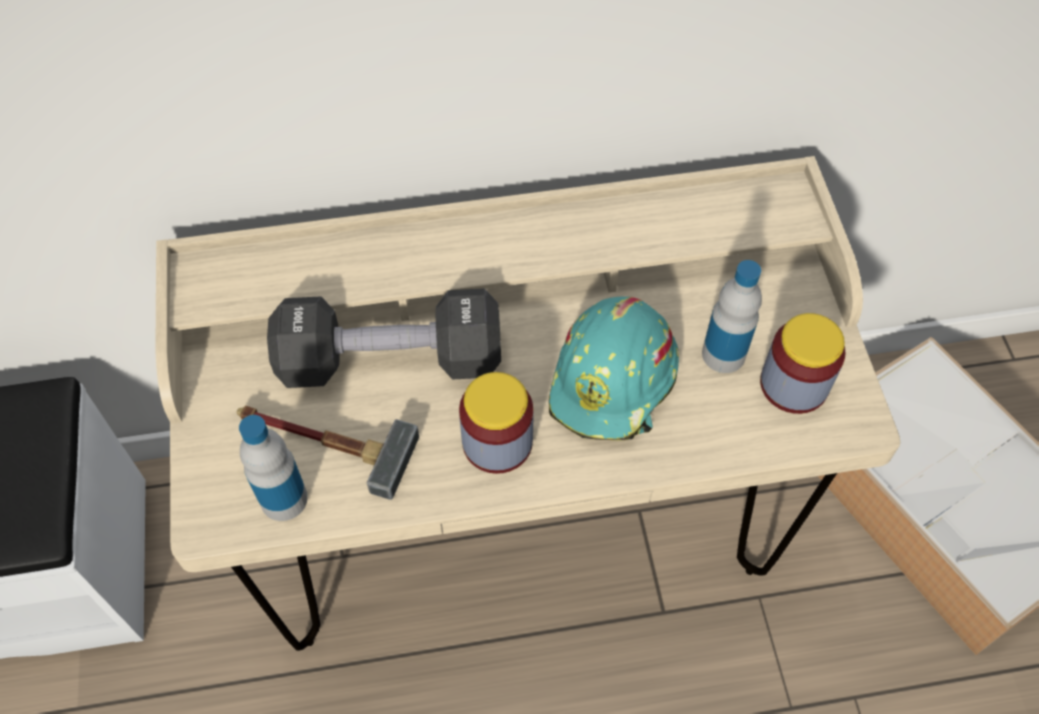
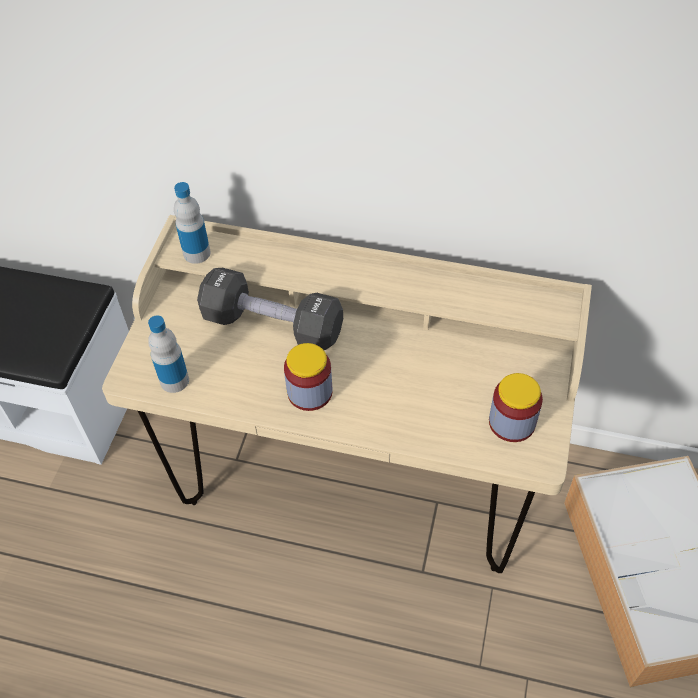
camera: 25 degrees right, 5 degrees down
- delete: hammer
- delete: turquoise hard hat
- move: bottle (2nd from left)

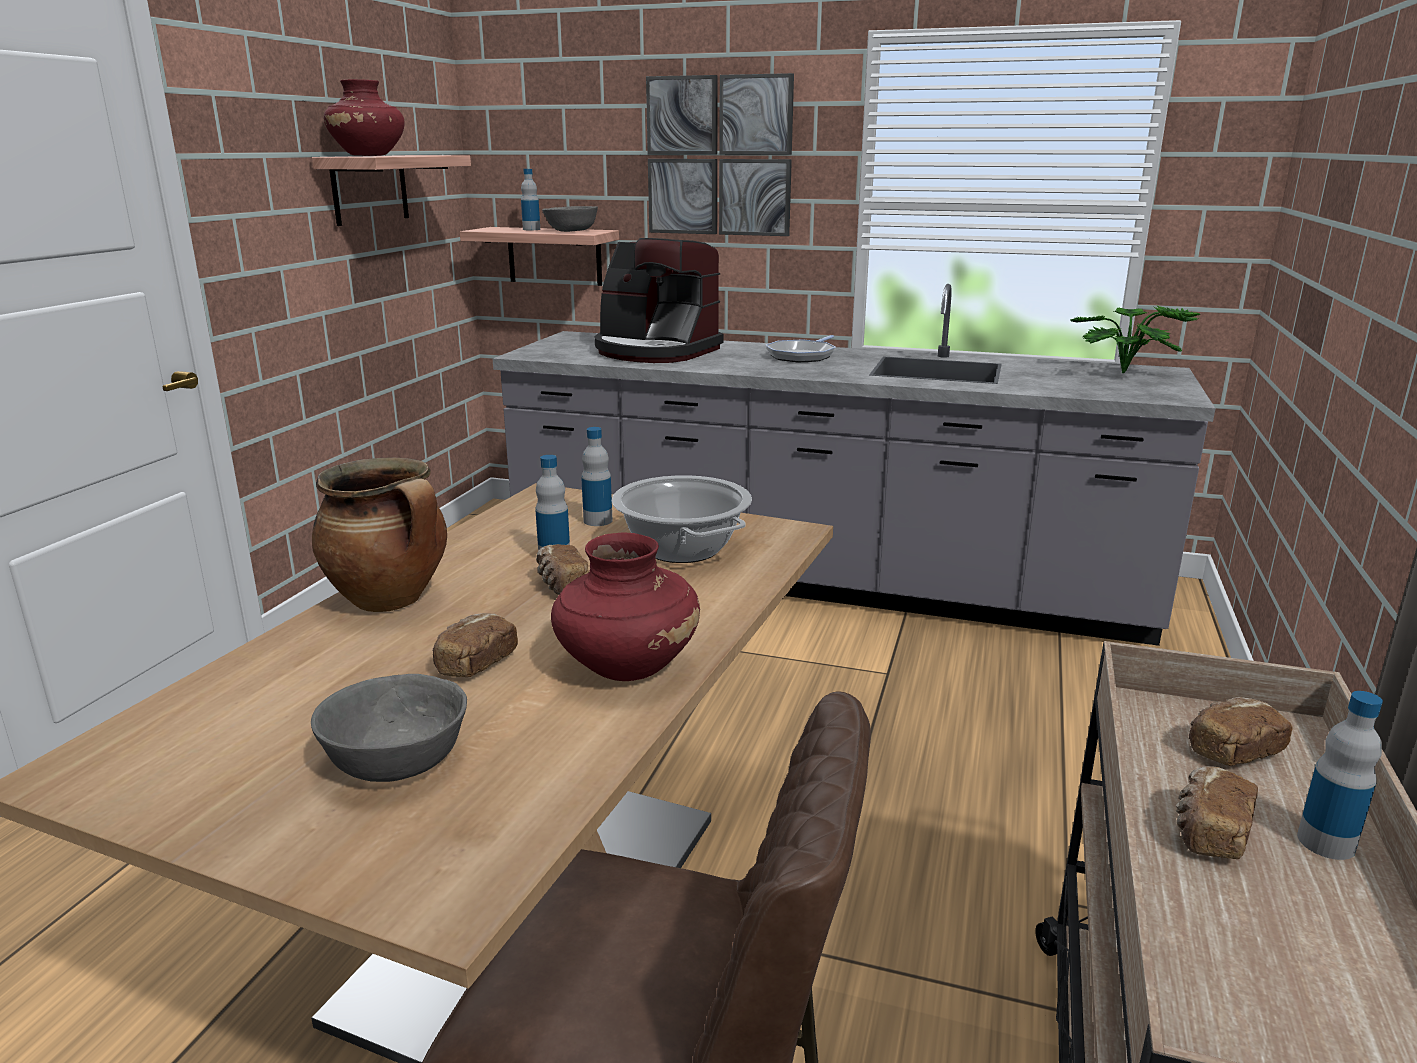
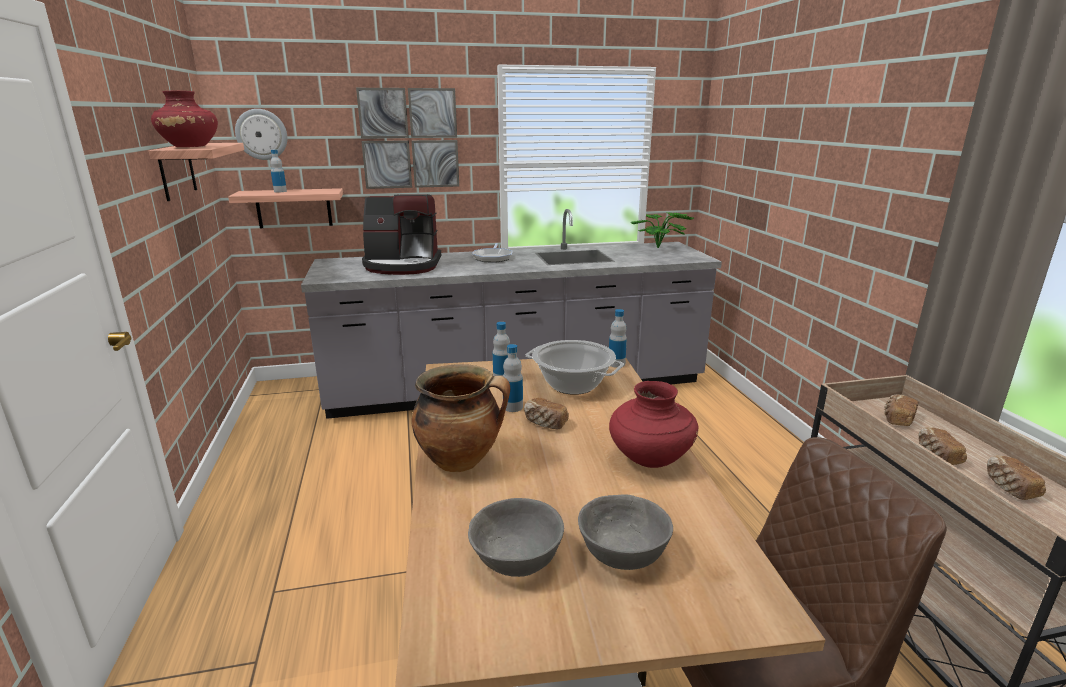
camera: 30 degrees left, 0 degrees up
- move: bread (1st from left in the first image) to bread (4th from left)
- move: grey bowl (2nd from left in the first image) to grey bowl (1st from left)
- move: bottle (4th from left)
- insert: wall clock

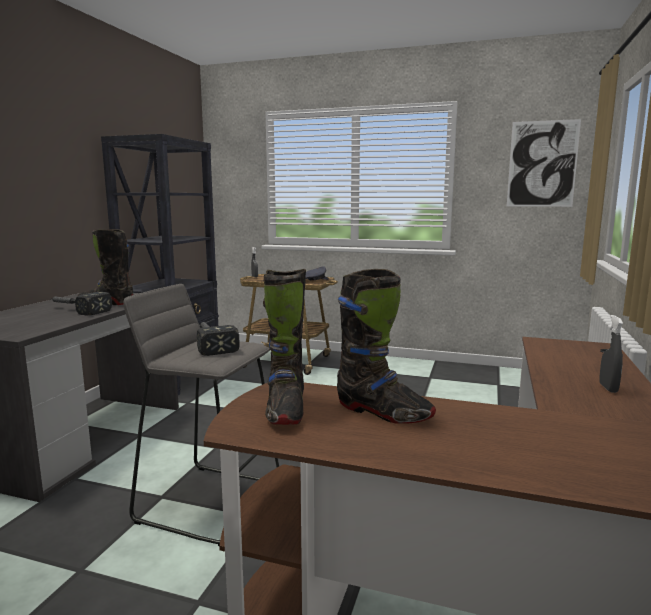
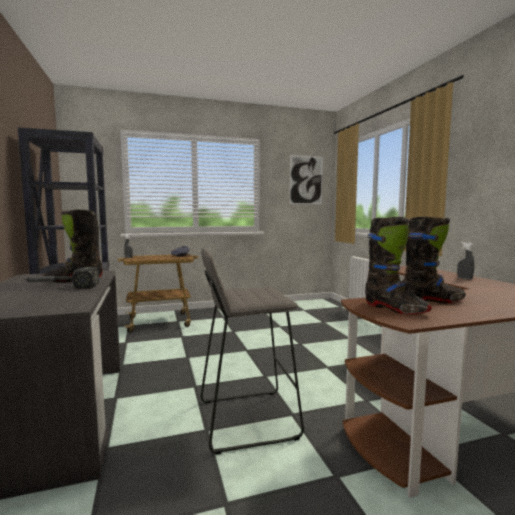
camera: 35 degrees left, 5 degrees down
- delete: hammer (2nd from left)

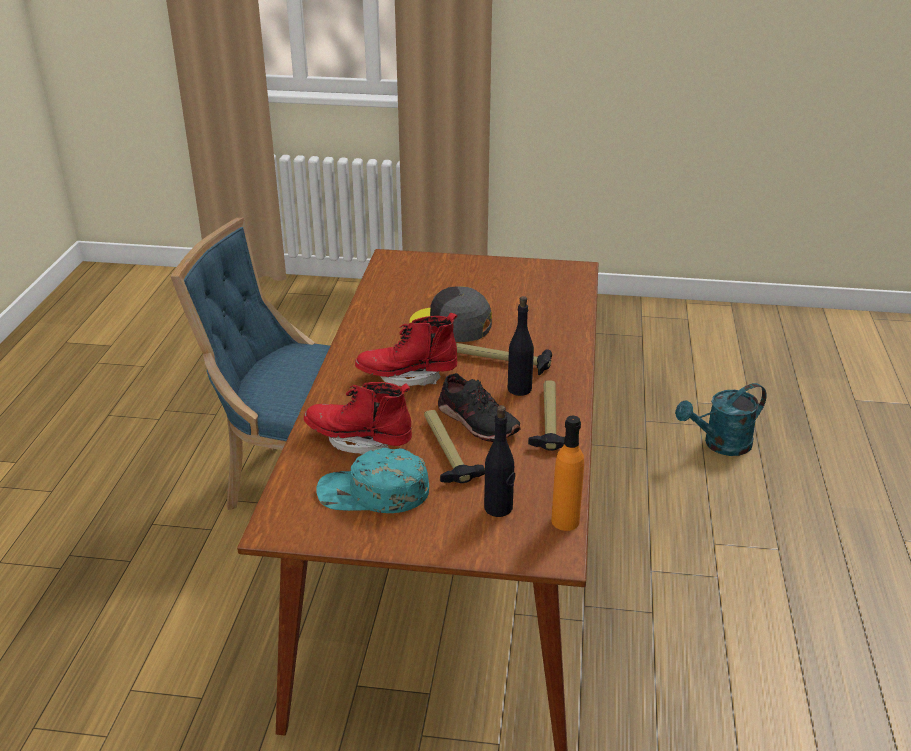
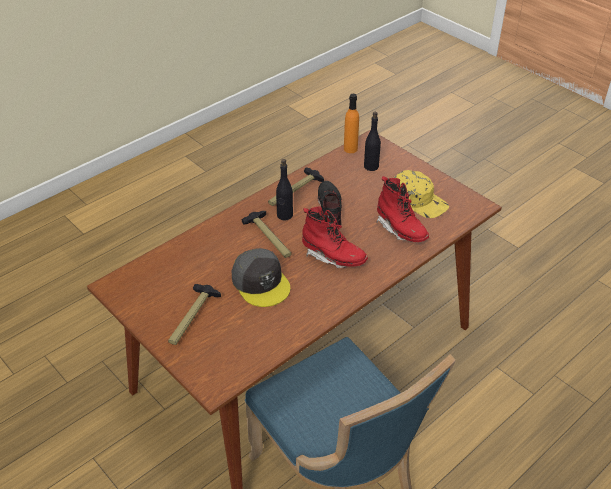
camera: 140 degrees left, 10 degrees up
- recolor: turquoise cap to yellow cap
- move: hammer (1st from left)
- delete: turquoise watering can

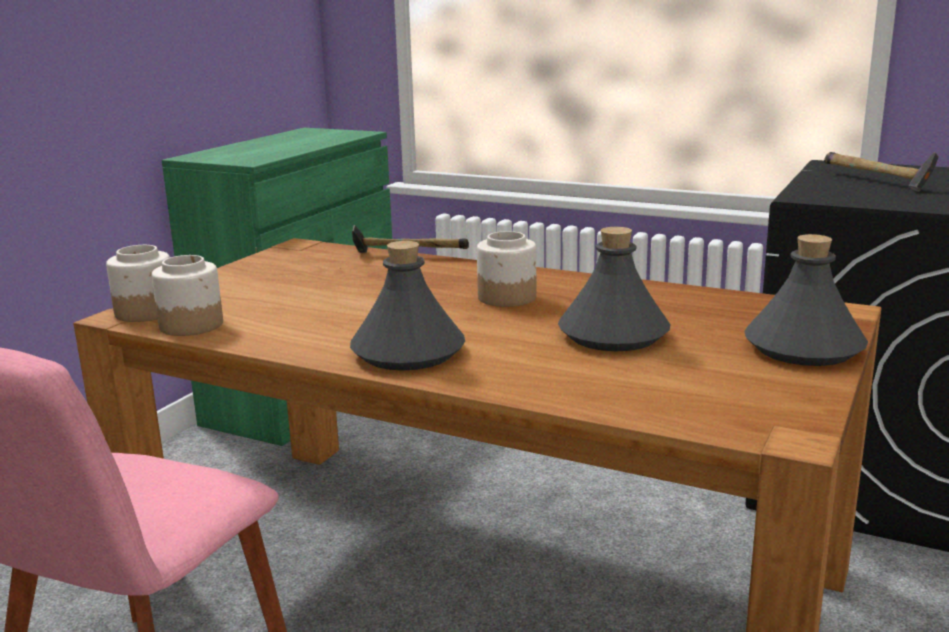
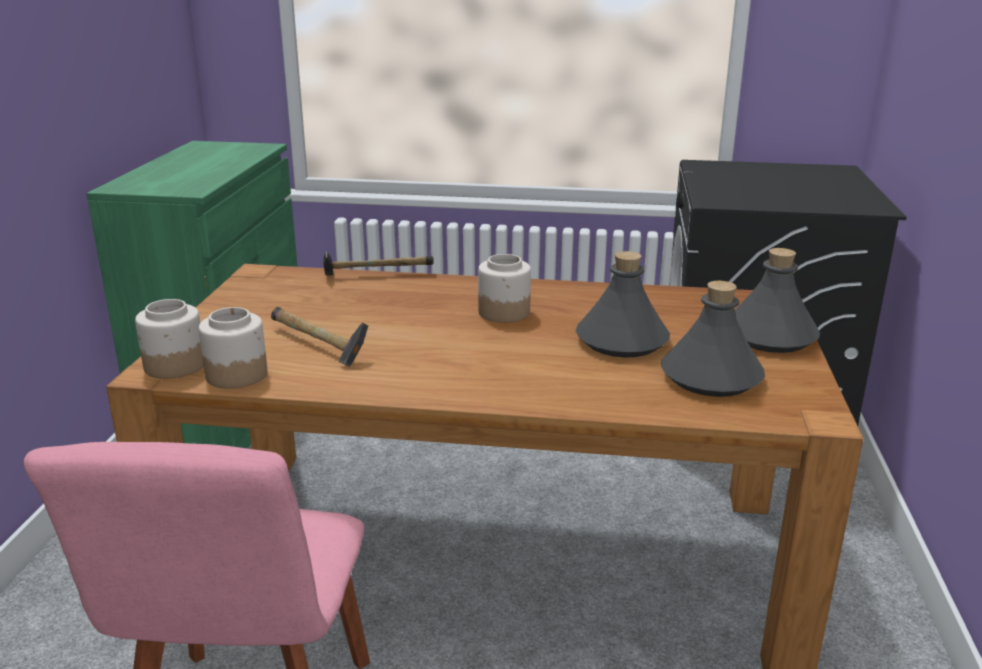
camera: 20 degrees left, 5 degrees up
- move: grey bottle (1st from left in the first image) to grey bottle (2nd from left)
- move: hammer (2nd from left in the first image) to hammer (1st from left)

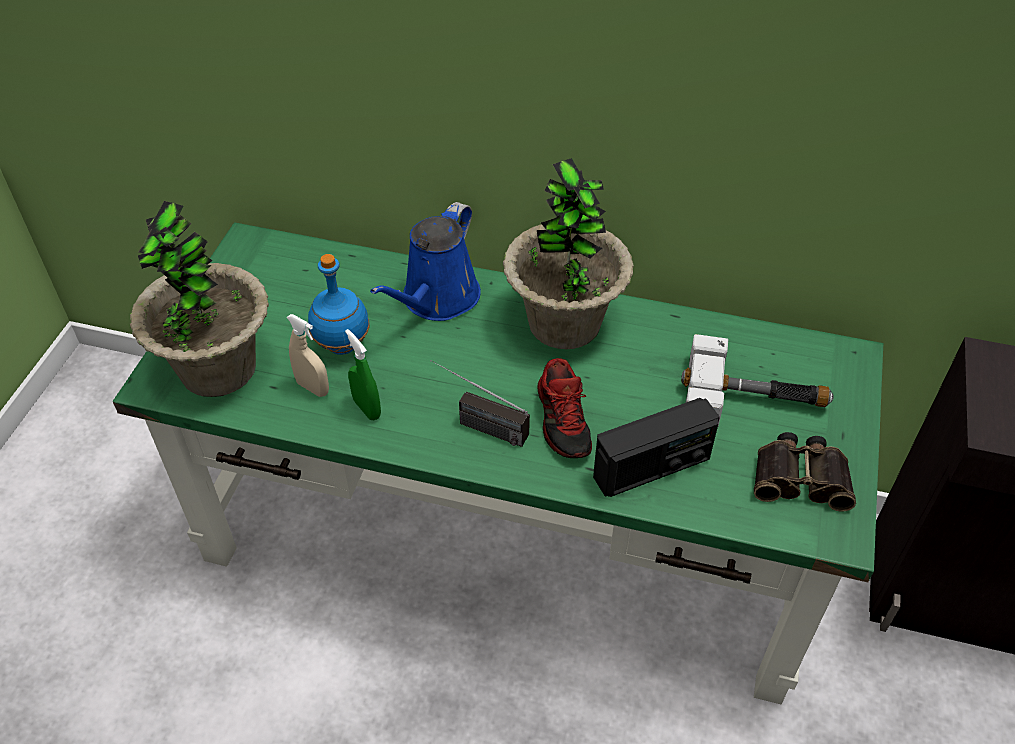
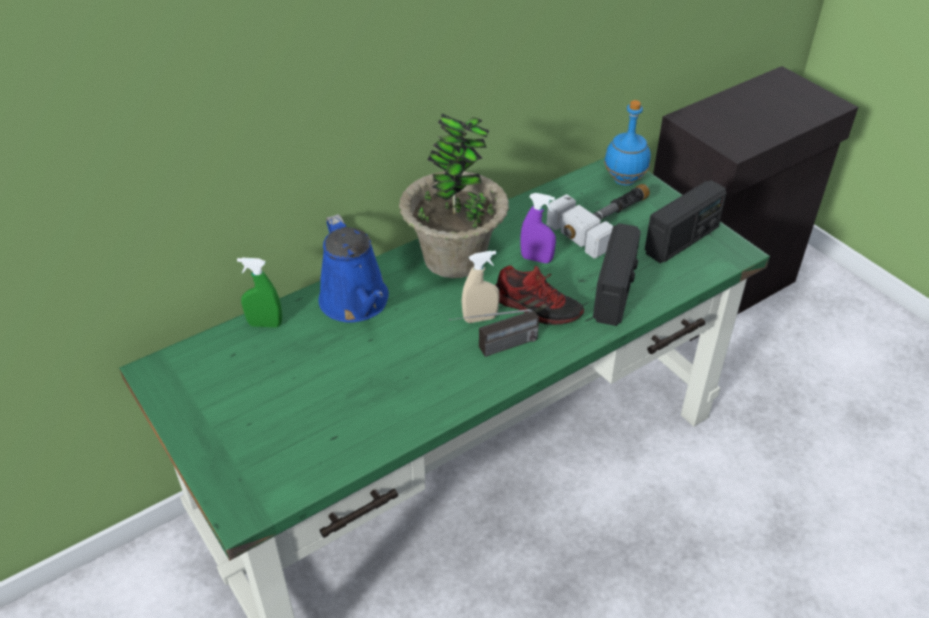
camera: 50 degrees left, 5 degrees down
- delete: potted plant (1st from left)
- move: beige spray bottle
- move: blue bottle
- move: green spray bottle
- replace: binoculars to radio (3rd from left)
- insert: purple spray bottle

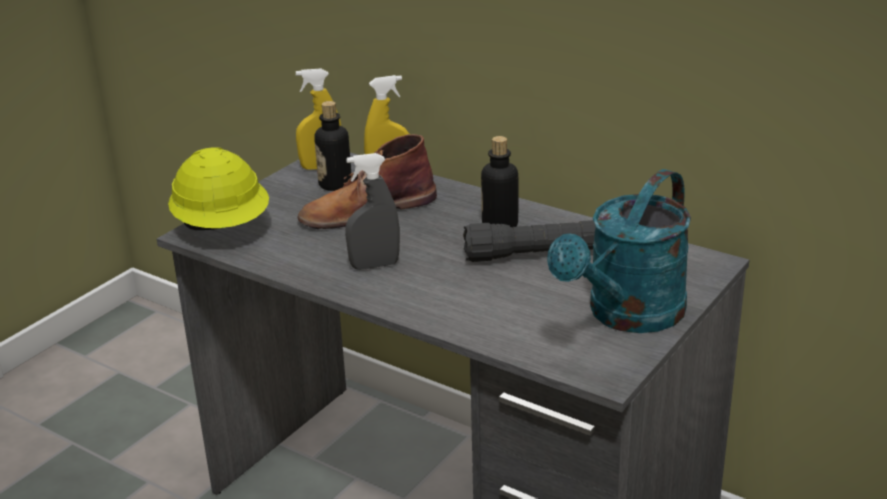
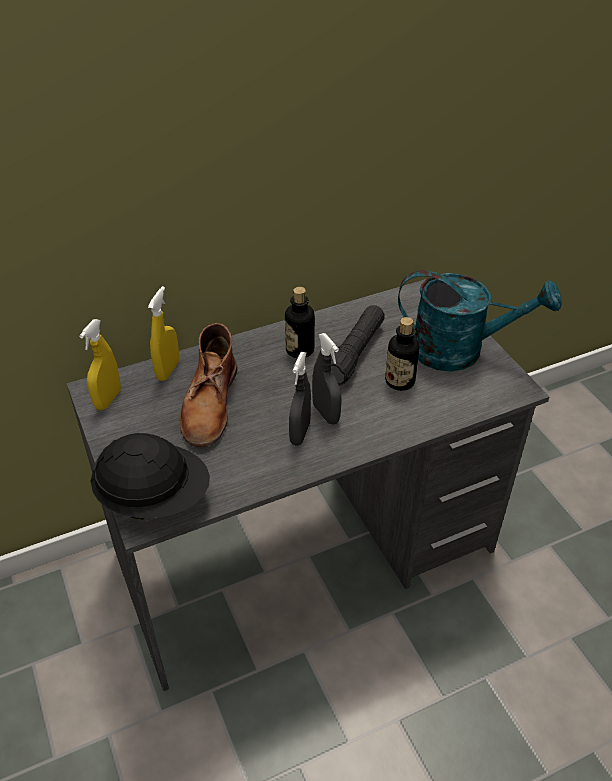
camera: 60 degrees left, 15 degrees up
- recolor: yellow hard hat to black hard hat
- move: bottle (1st from left in the first image) to bottle (2nd from left)
- rotate: turquoise watering can 60 degrees counterclockwise
- insert: grey spray bottle (2nd from left)

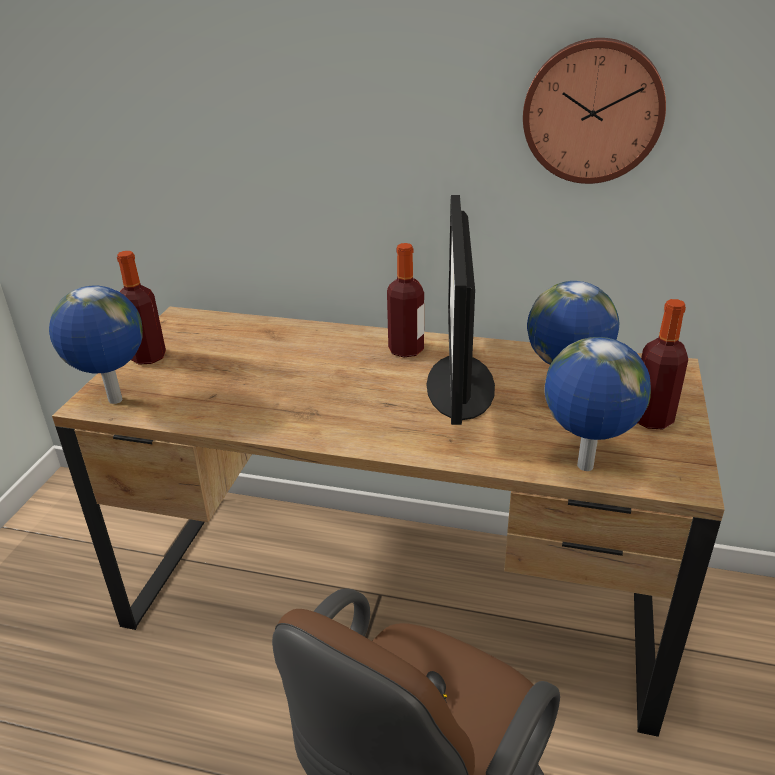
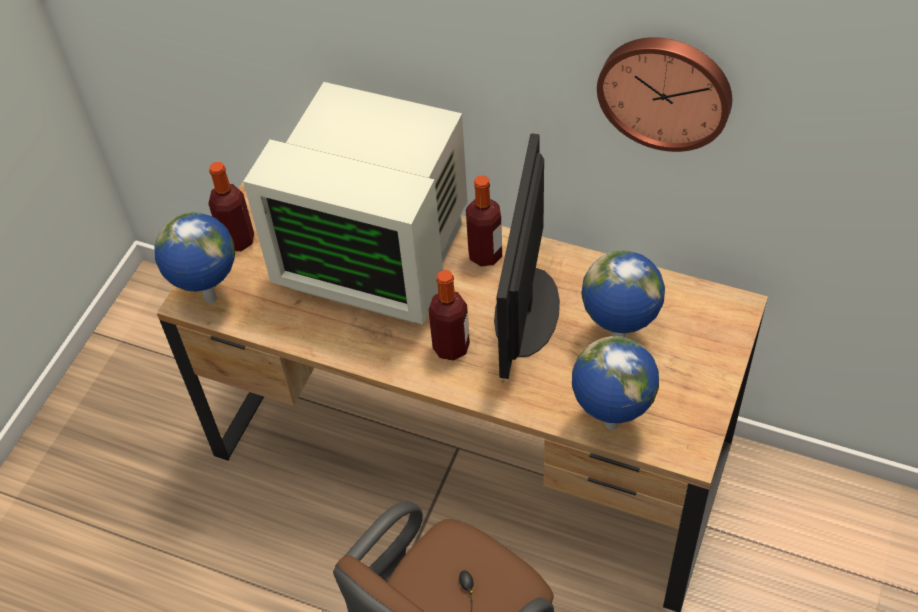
camera: 10 degrees right, 20 degrees up
- move: bottle (3rd from left in the first image) to bottle (2nd from left)
- insert: monitor (1st from left)

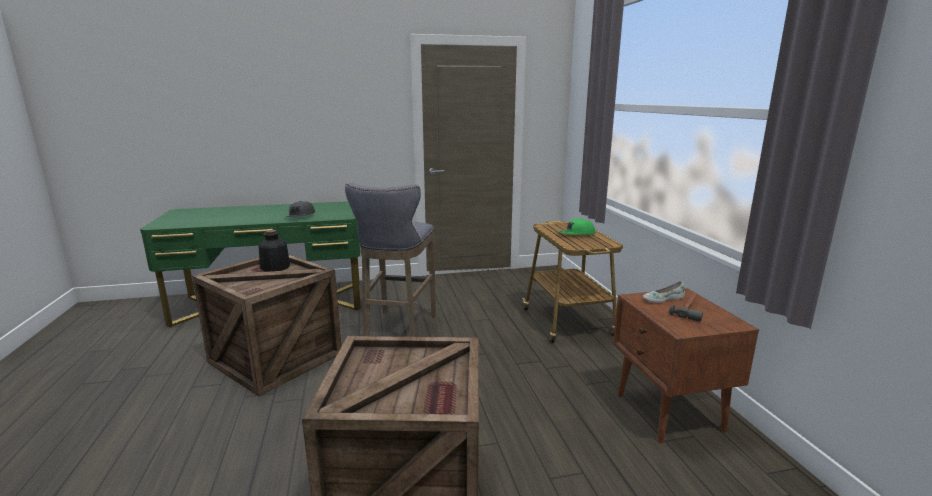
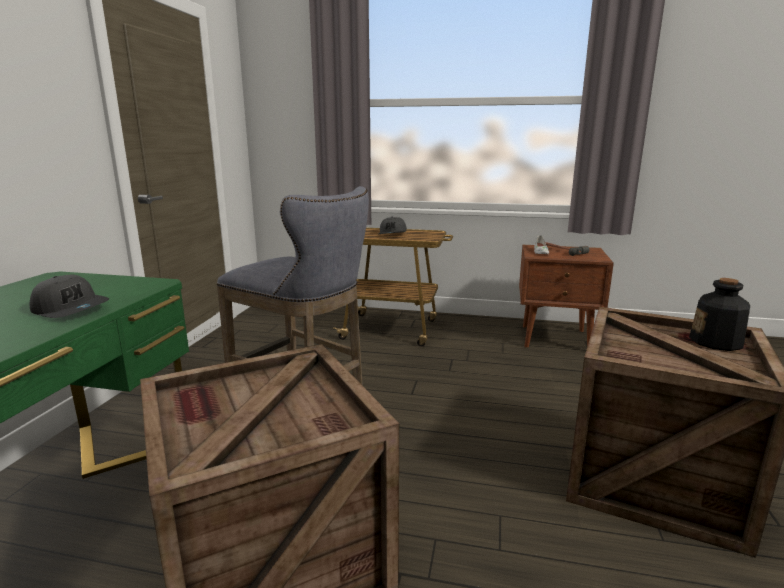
camera: 65 degrees left, 0 degrees up
- move: bottle
- recolor: green cap to grey cap (2nd from left)

